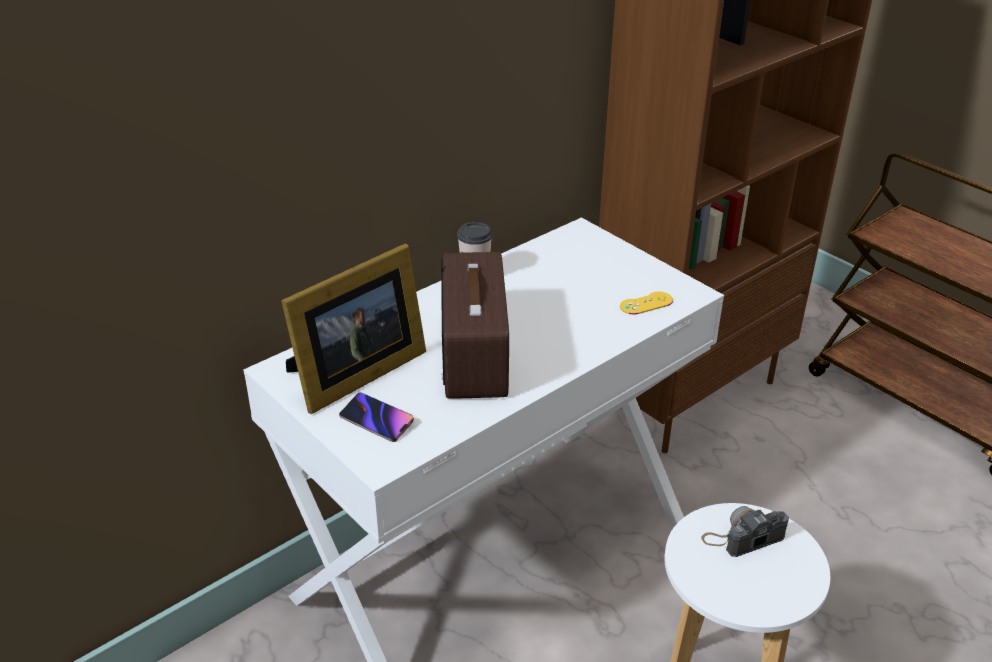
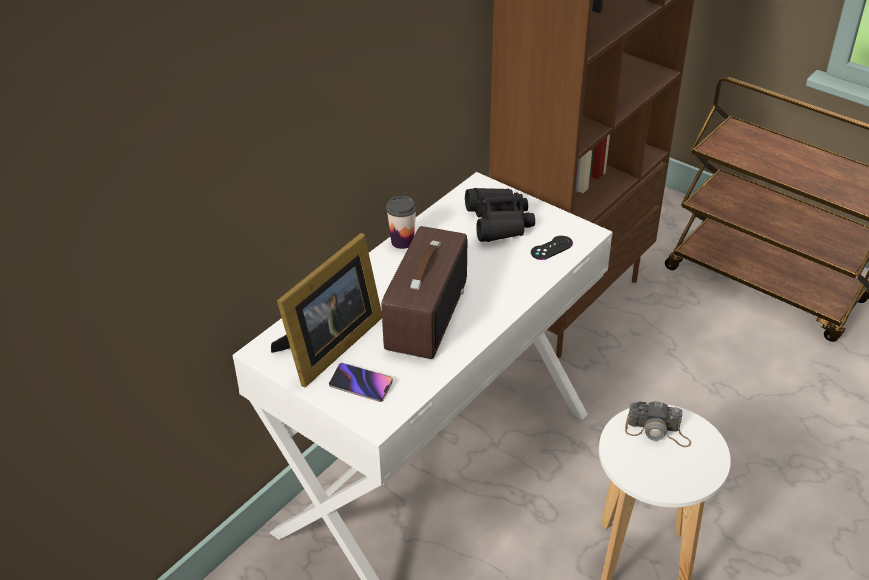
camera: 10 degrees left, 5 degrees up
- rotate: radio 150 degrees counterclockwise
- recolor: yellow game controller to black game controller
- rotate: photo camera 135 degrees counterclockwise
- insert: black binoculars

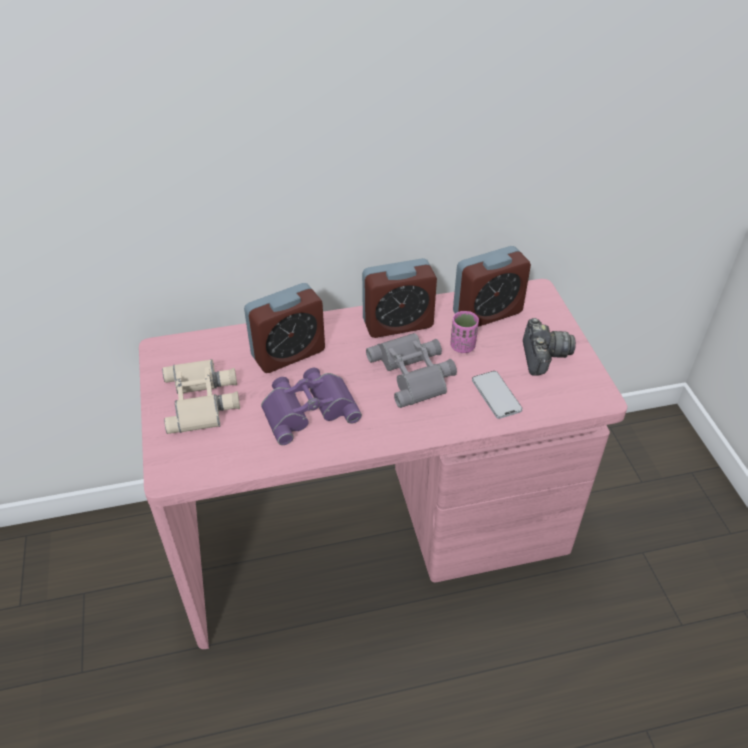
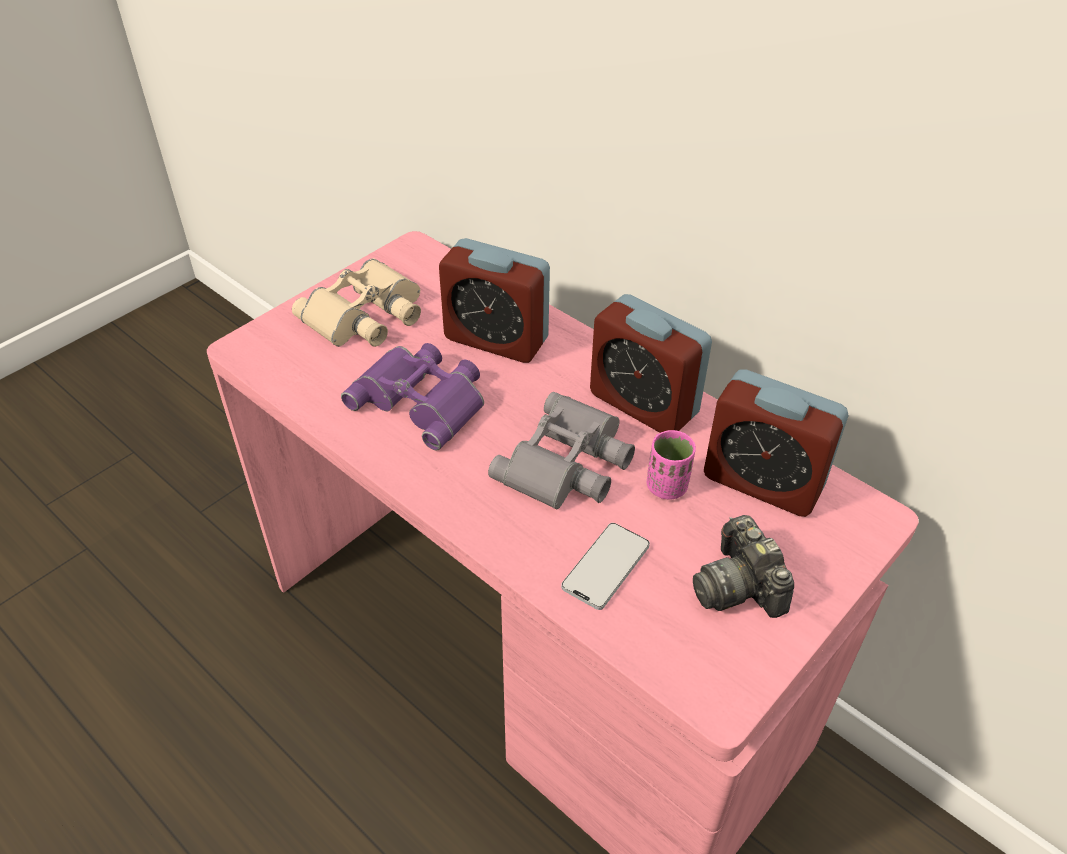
camera: 55 degrees right, 0 degrees up
- rotate: photo camera 105 degrees clockwise

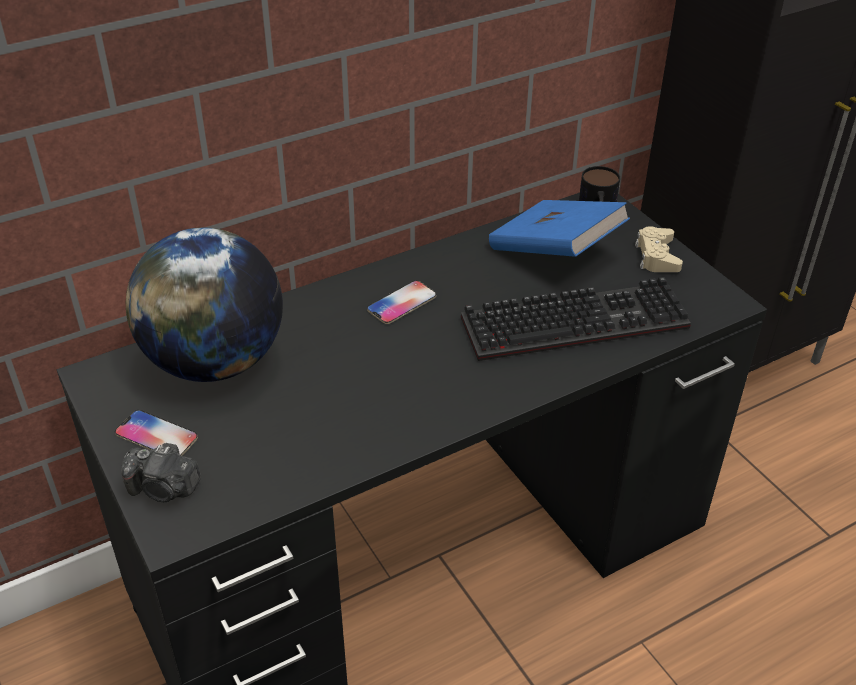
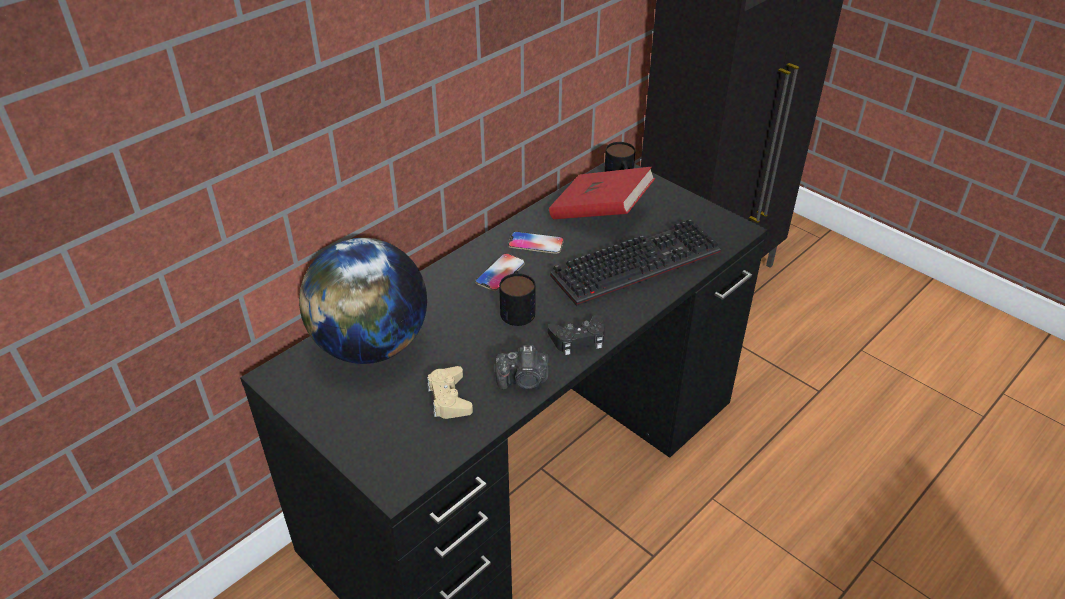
camera: 15 degrees left, 0 degrees up
- move: phone (1st from left in the first image) to phone (2nd from left)
- move: photo camera
- recolor: blue book to red book
- move: beige game controller
- insert: mug (1st from left)
- insert: black game controller

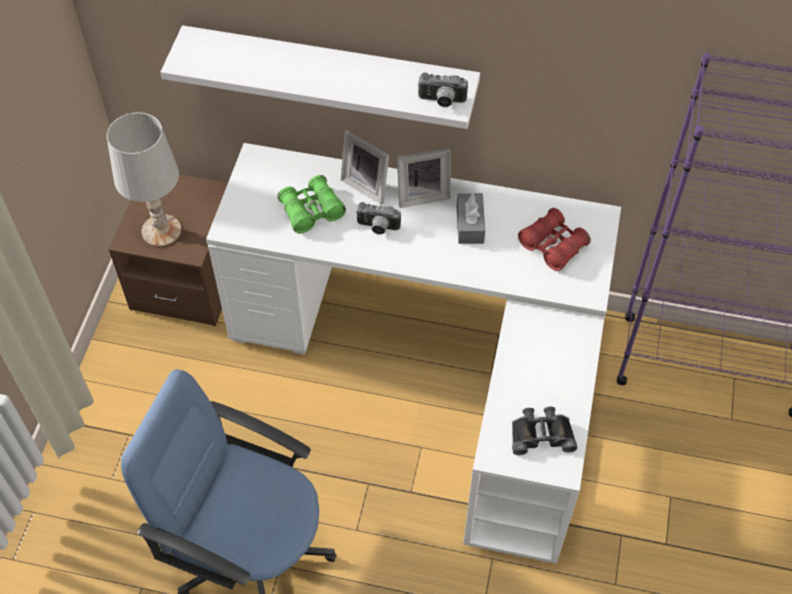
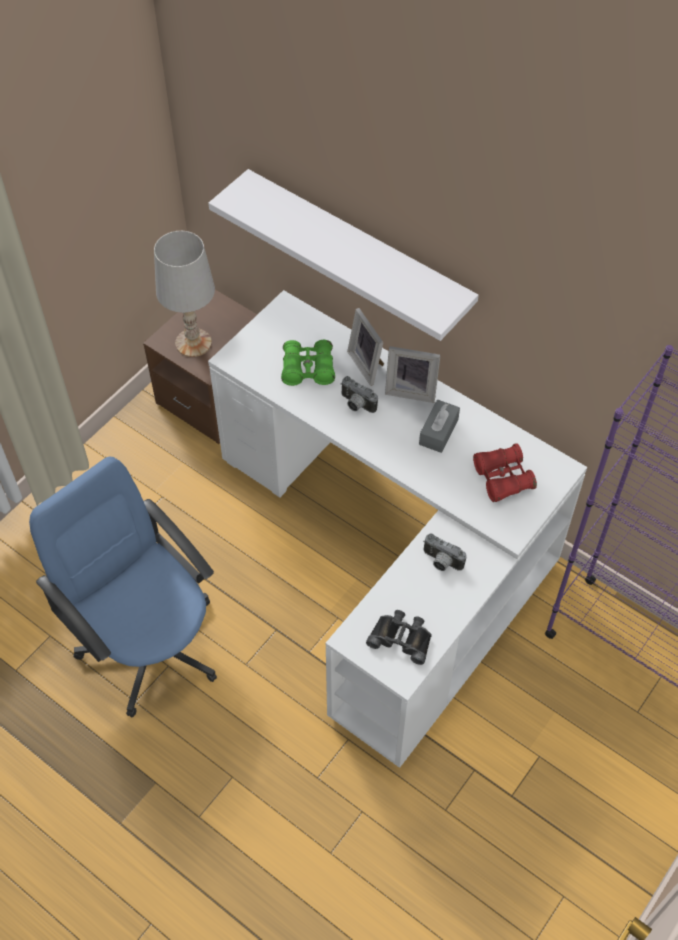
camera: 25 degrees right, 0 degrees up
- move: photo camera (2nd from left)

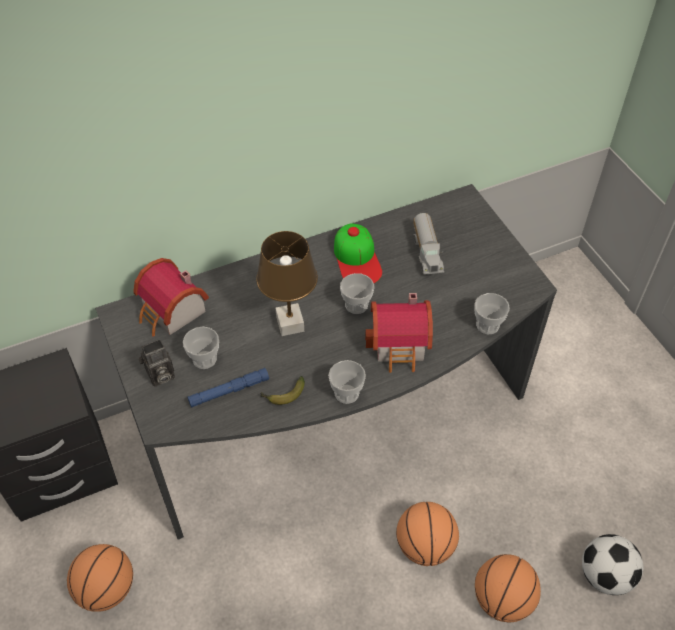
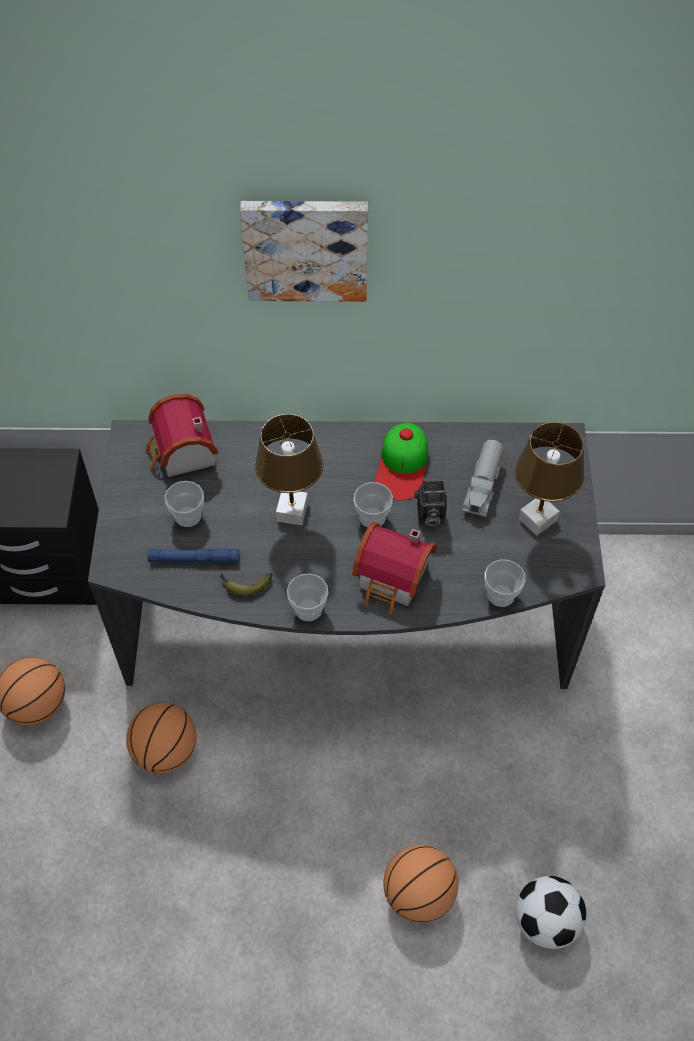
camera: 25 degrees right, 5 degrees up
- move: photo camera
- move: basketball (2nd from left)
- insert: picture
- insert: brown table lamp (2nd from left)

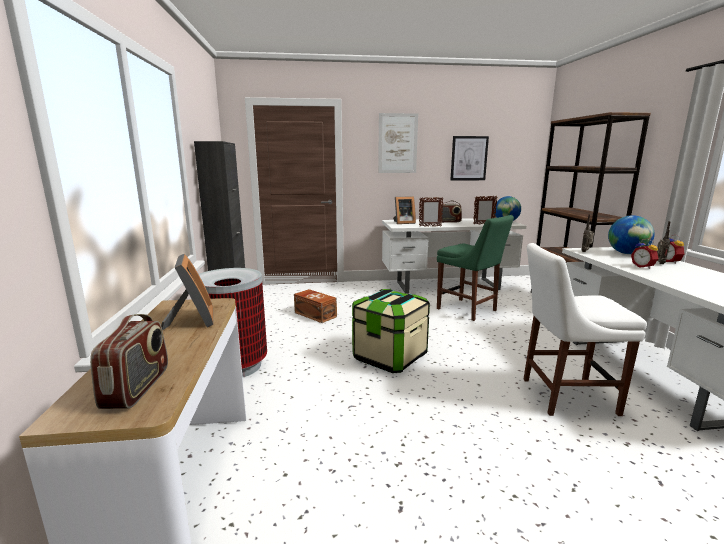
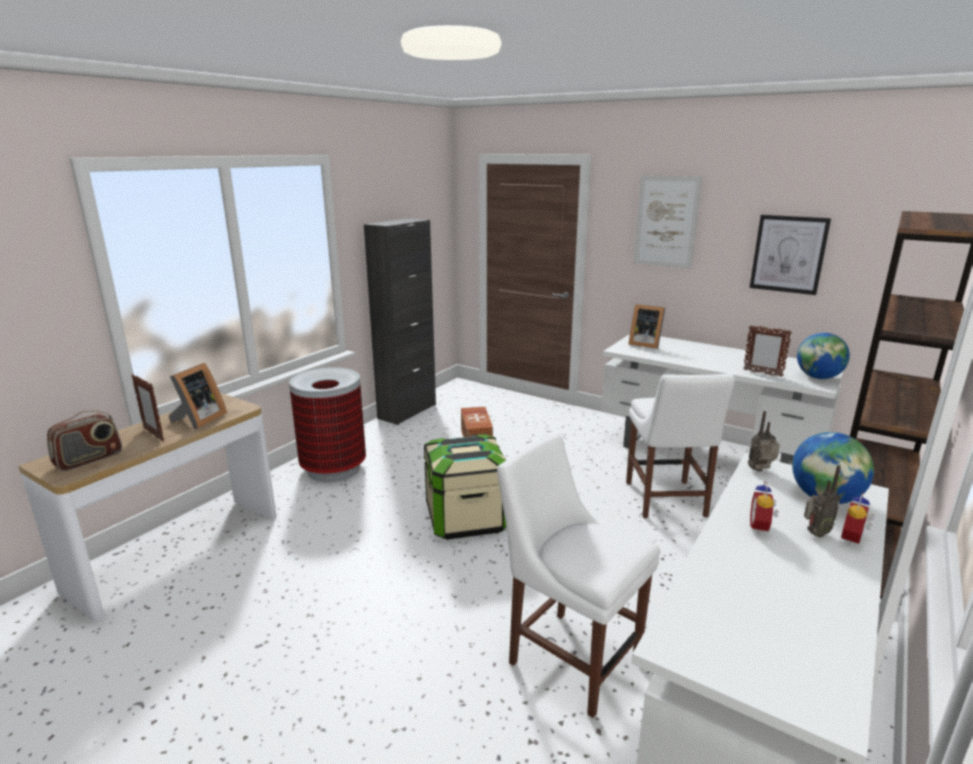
camera: 40 degrees right, 5 degrees up
- move: picture frame (3rd from left in the first image) to picture frame (1st from left)
- recolor: green chair to white chair (2nd from left)
- delete: radio (2nd from left)

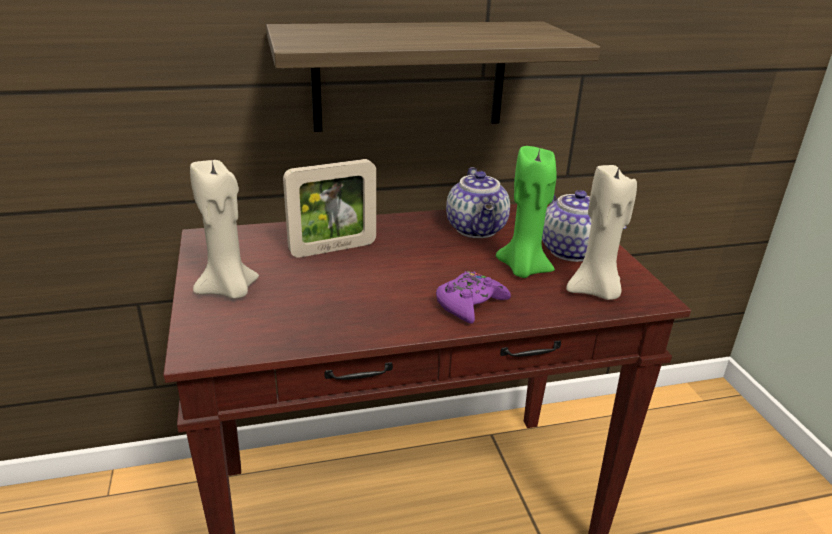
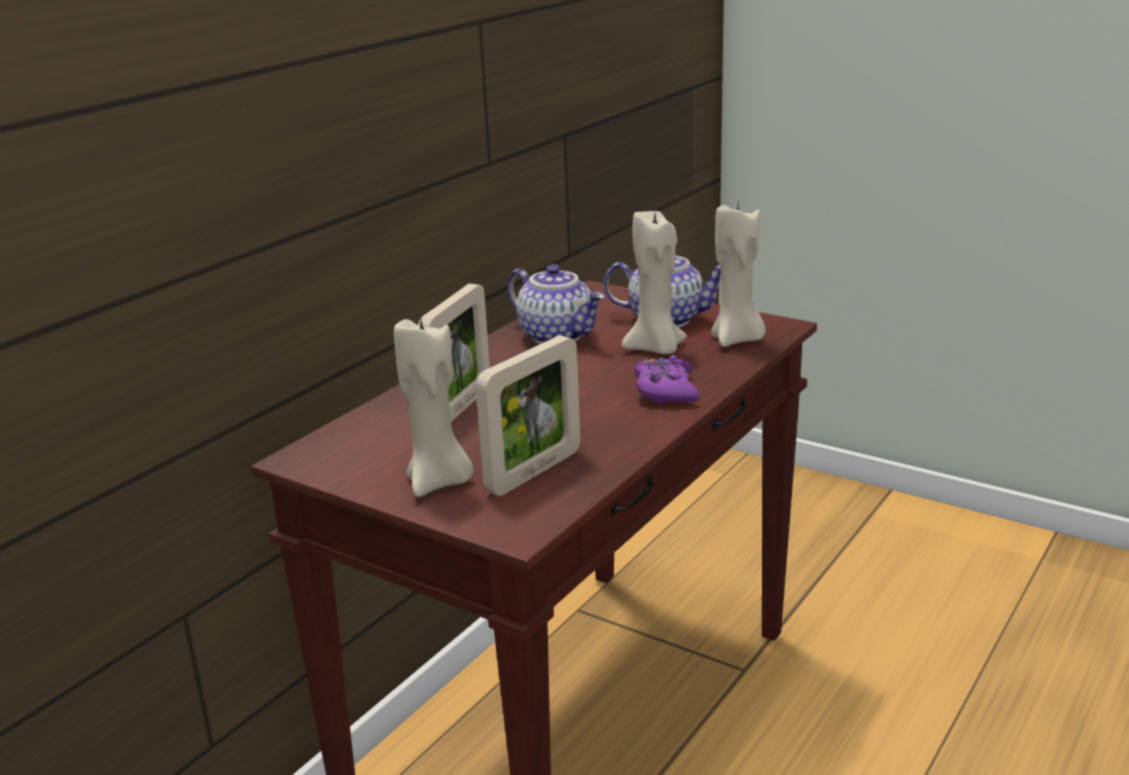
camera: 40 degrees left, 5 degrees down
- delete: shelf
- recolor: green candle to beige candle (2nd from left)
- insert: picture frame (2nd from left)

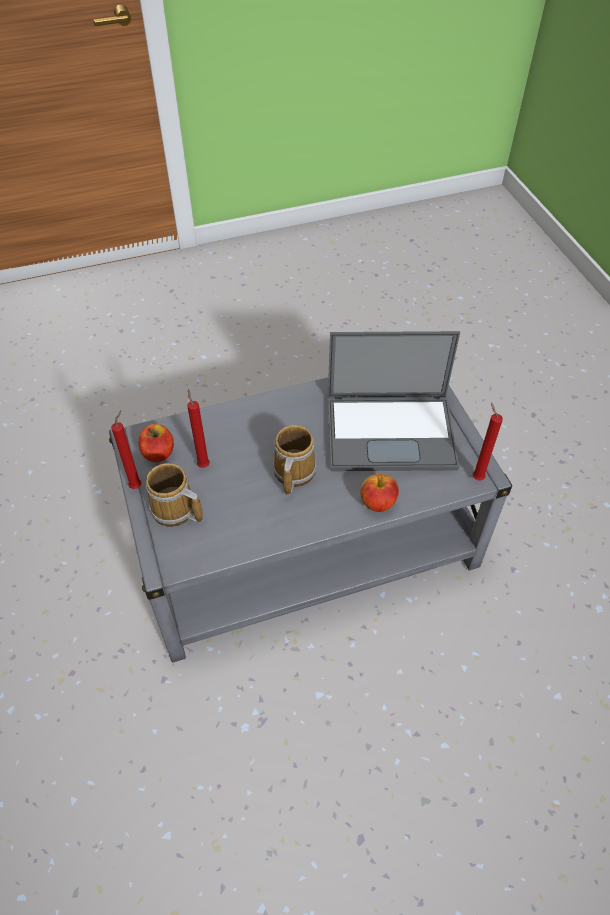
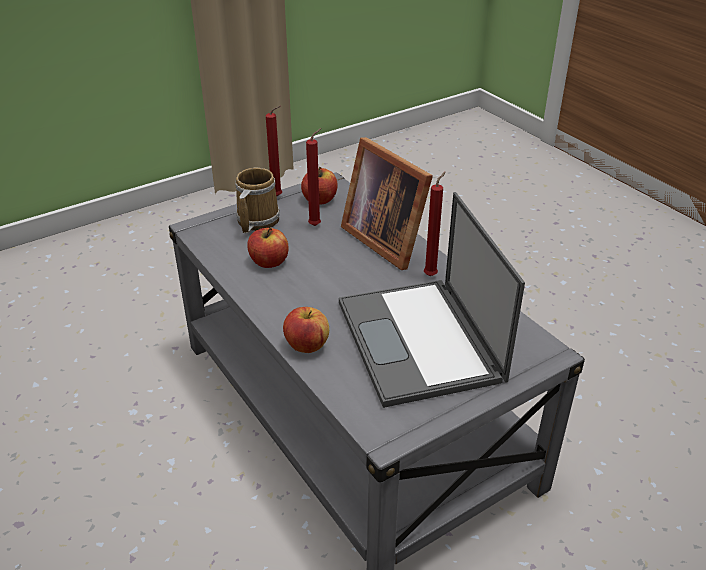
camera: 75 degrees right, 15 degrees down
- delete: mug (2nd from left)
- move: red candle (3rd from left)
- insert: apple (1st from left)
- insert: picture frame

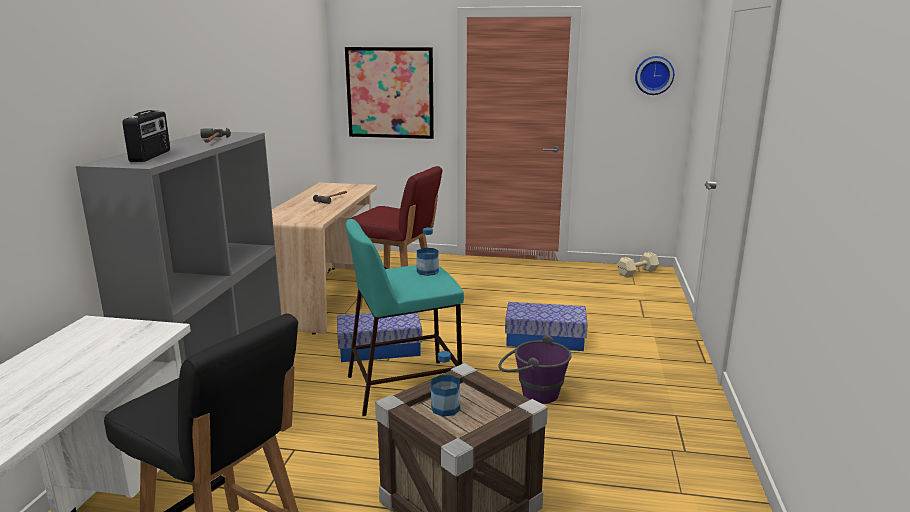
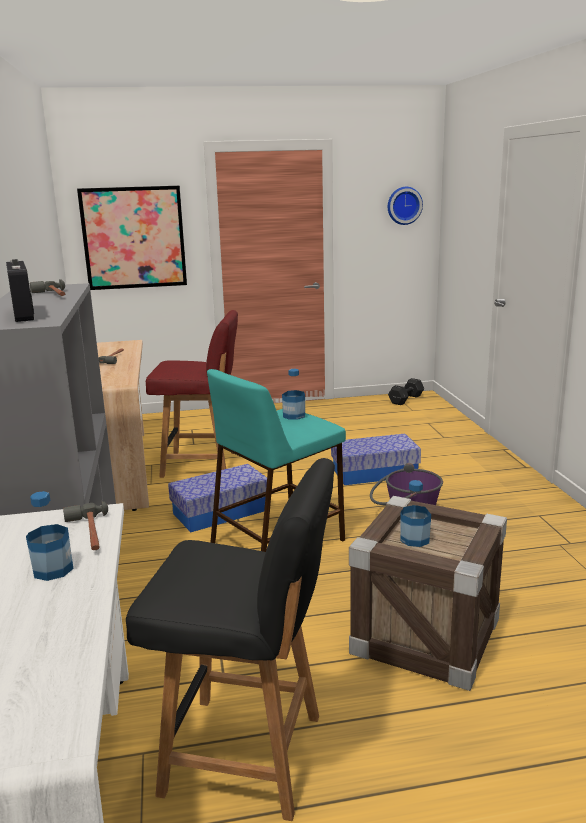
camera: 20 degrees left, 0 degrees up
- recolor: beige dumbbell to black dumbbell
- insert: bottle (1st from left)
- insert: hammer (2nd from left)

